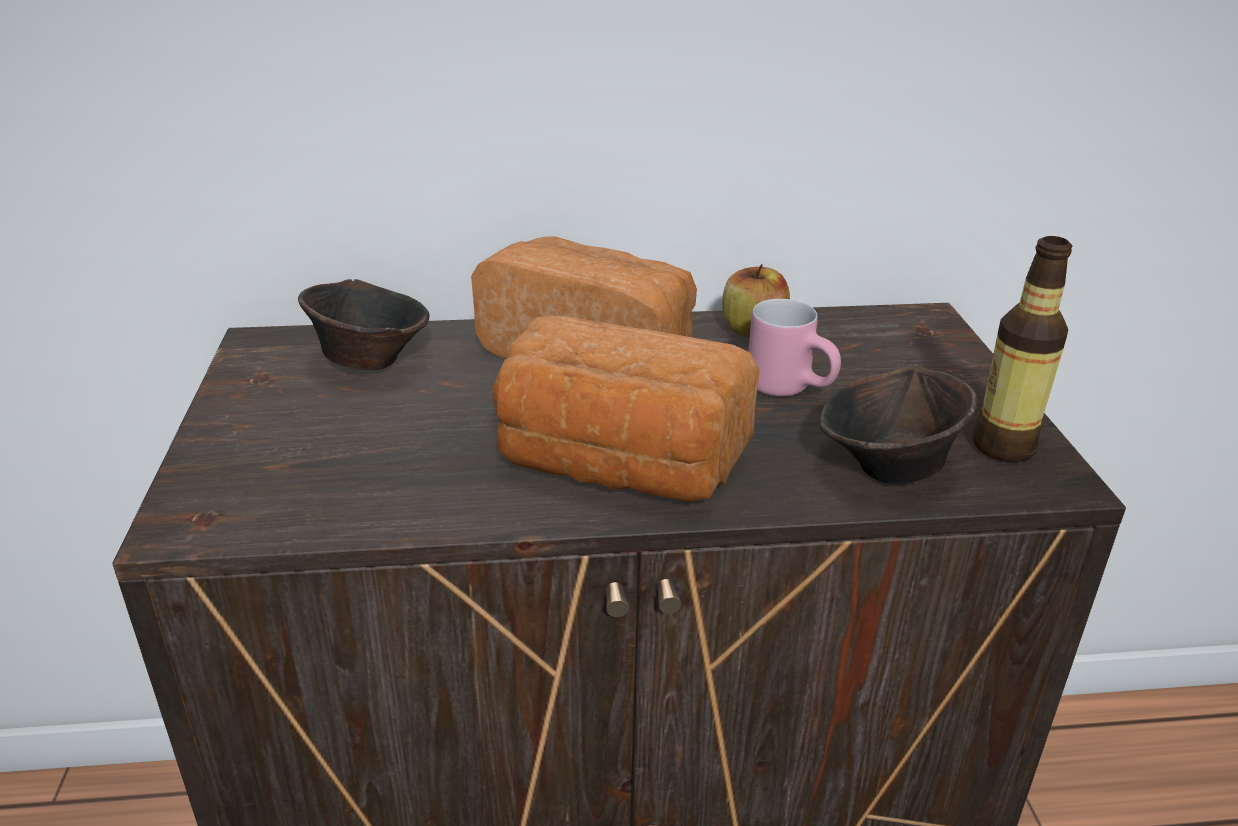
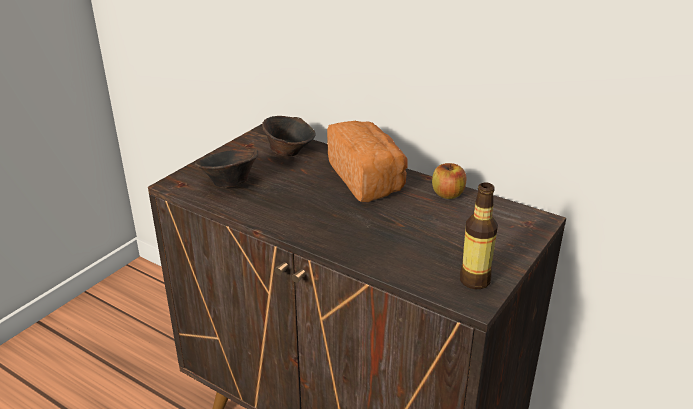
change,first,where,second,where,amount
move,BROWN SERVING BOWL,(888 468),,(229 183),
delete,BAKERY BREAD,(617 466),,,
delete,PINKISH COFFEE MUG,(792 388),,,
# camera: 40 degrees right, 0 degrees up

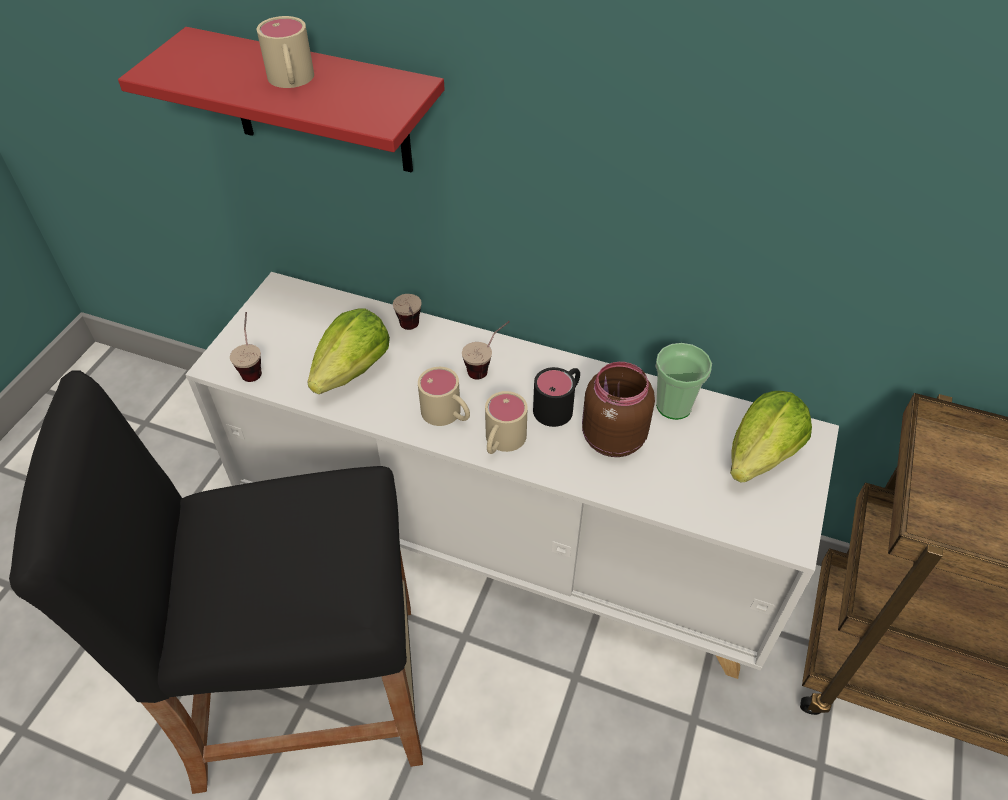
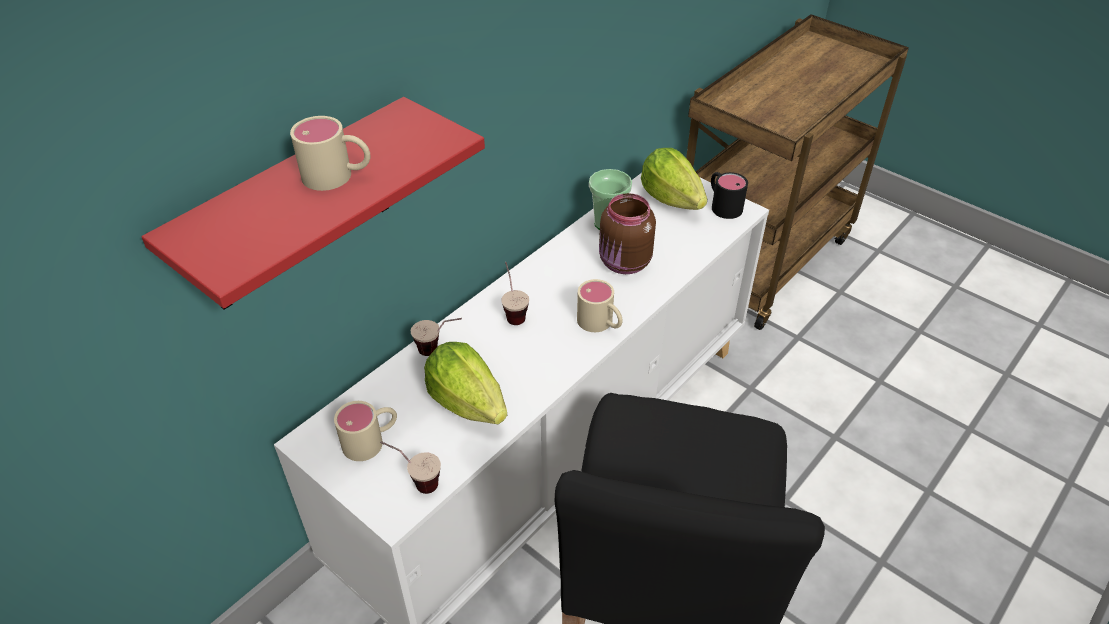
change,first,where,second,where,amount
move,BEIGE-COLOURED COFFEE MUG,(447 415),,(371 440),
move,BLACKISH COFFEE MUG,(559 405),,(722 204),
# camera: 70 degrees left, 5 degrees down

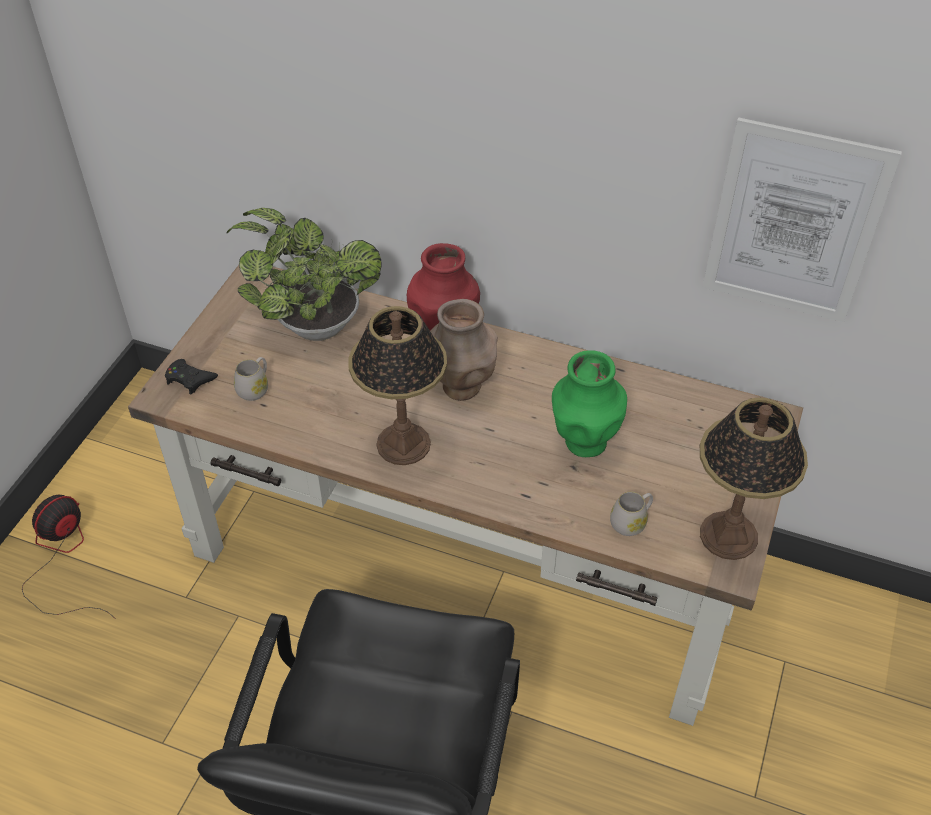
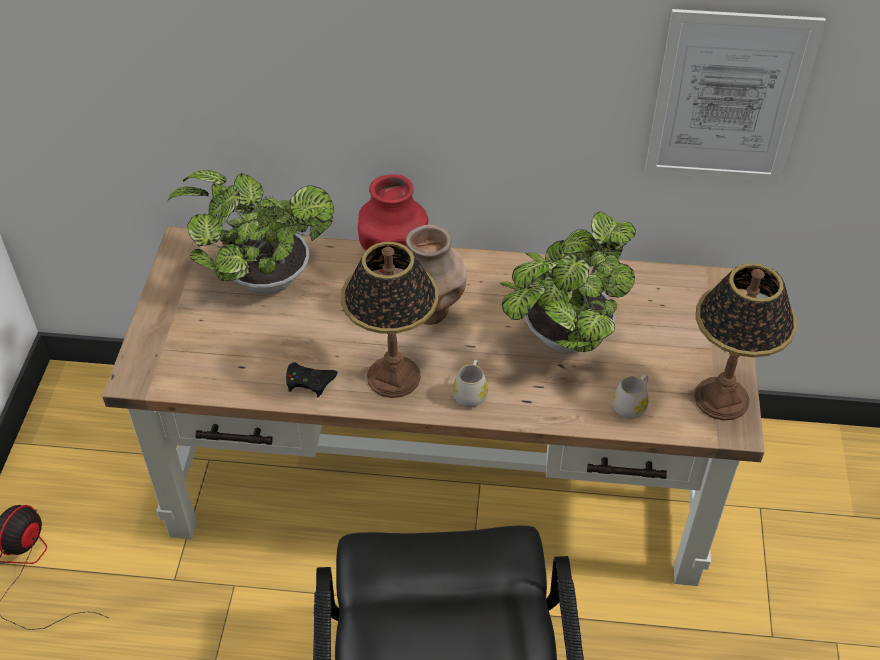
change,first,where,second,where,amount
move,BLACKISH GAMEPAD,(189 379),,(309 382),
move,WHITISH COFFEE MUG,(255 388),,(471 393),
replace,GREENISH VASE,(584 442),PLANT IN A POT,(562 340),
# camera: 15 degrees left, 0 degrees up

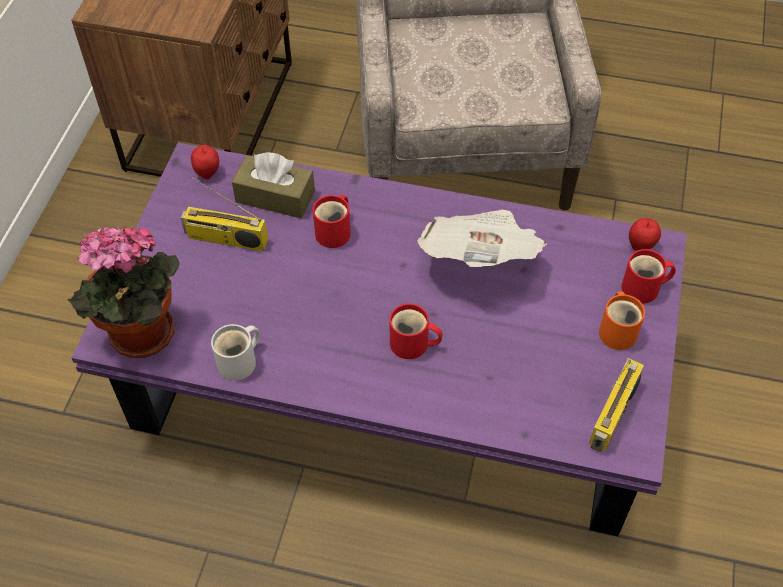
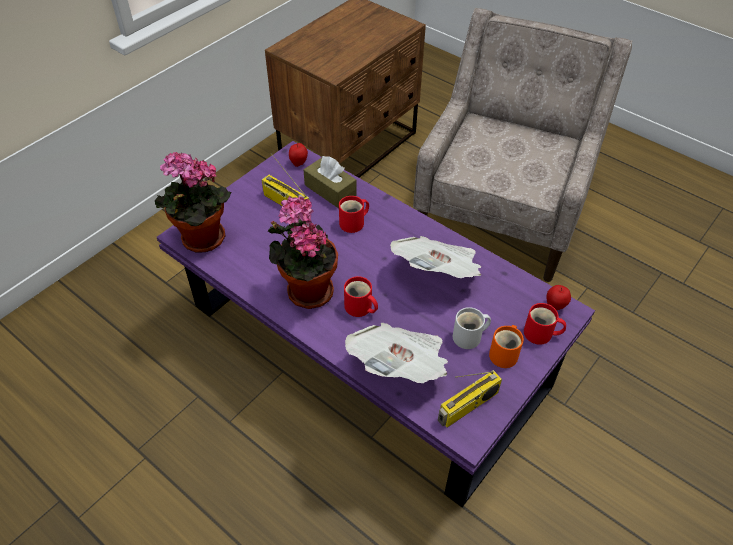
change,first,where,second,where,amount
insert,,,PLANT IN A POT,(306 290),
insert,,,NEWSPAPER,(400 366),
move,WHITISH COFFEE MUG,(240 362),,(469 337),
# camera: 25 degrees right, 5 degrees down

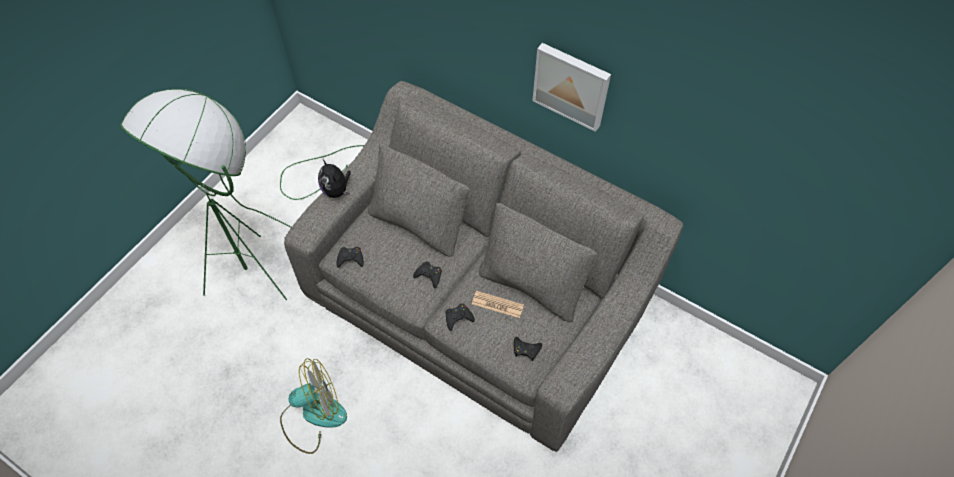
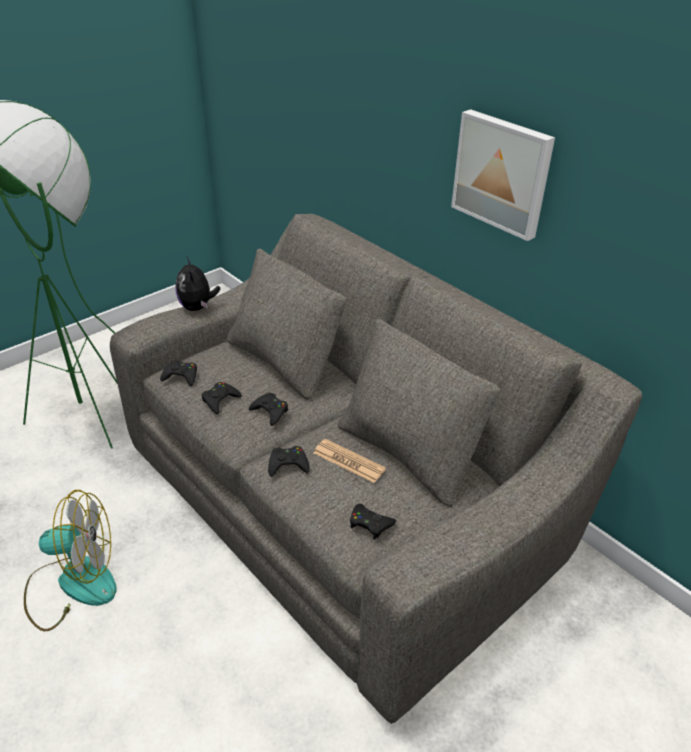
change,first,where,second,where,amount
insert,,,BLACKISH GAMEPAD,(220 400),
# camera: 15 degrees right, 20 degrees down

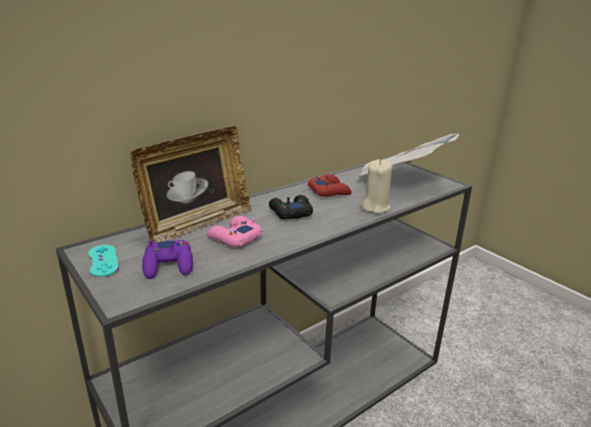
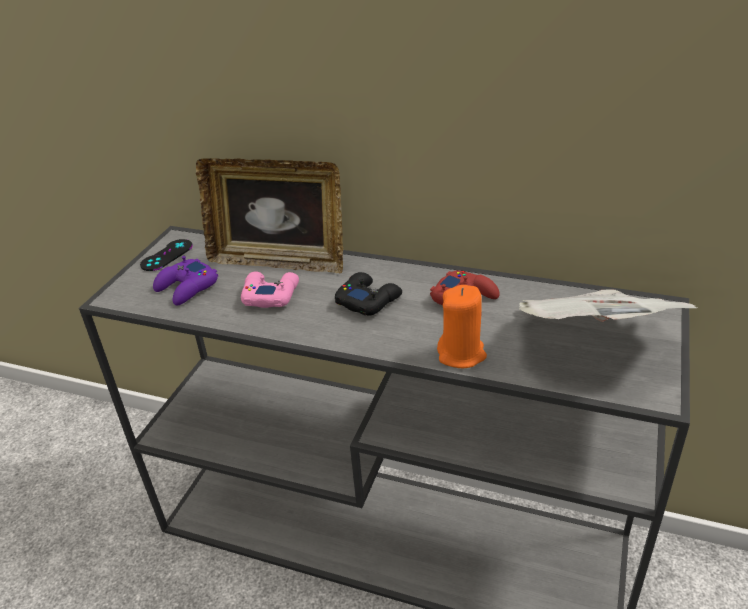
change,first,where,second,where,amount
recolor,TURQUOISE GAMEPAD,(103 260),BLACKISH GAMEPAD,(167 255),
recolor,BEIGE-COLOURED WAX LIGHT,(375 207),ORANGEY WAX LIGHT,(461 354),
# camera: 60 degrees right, 10 degrees up

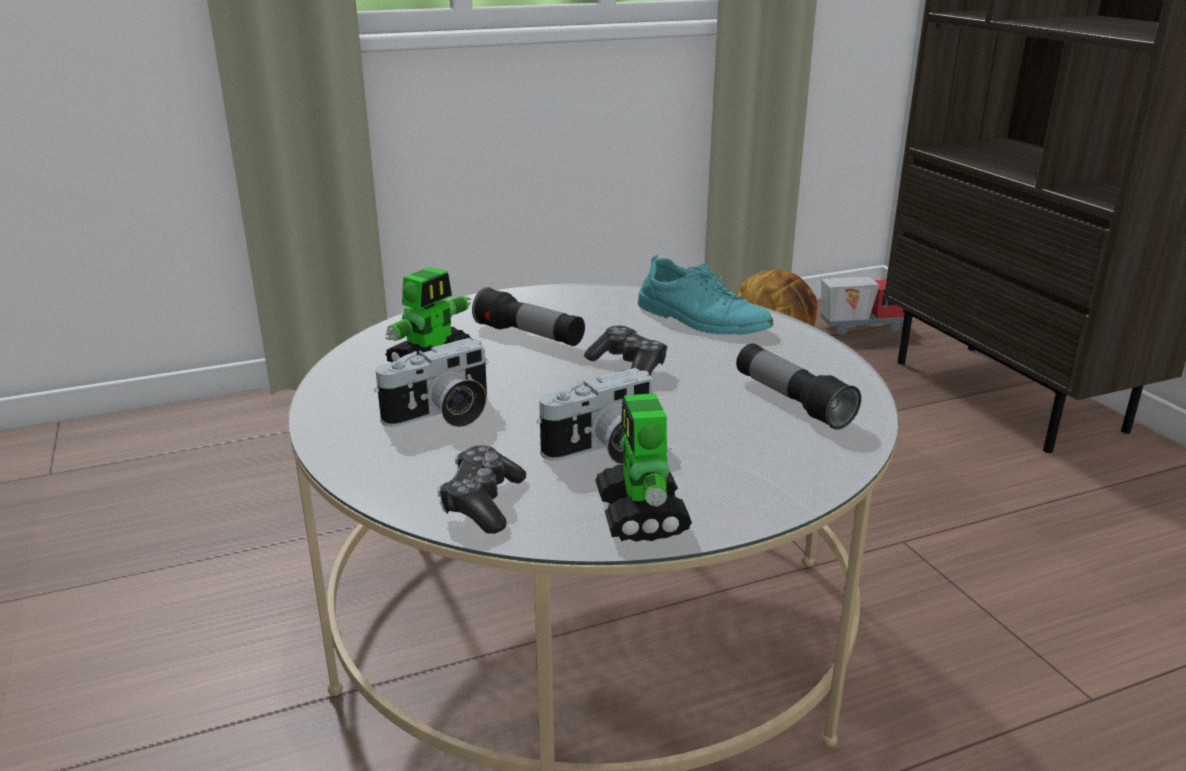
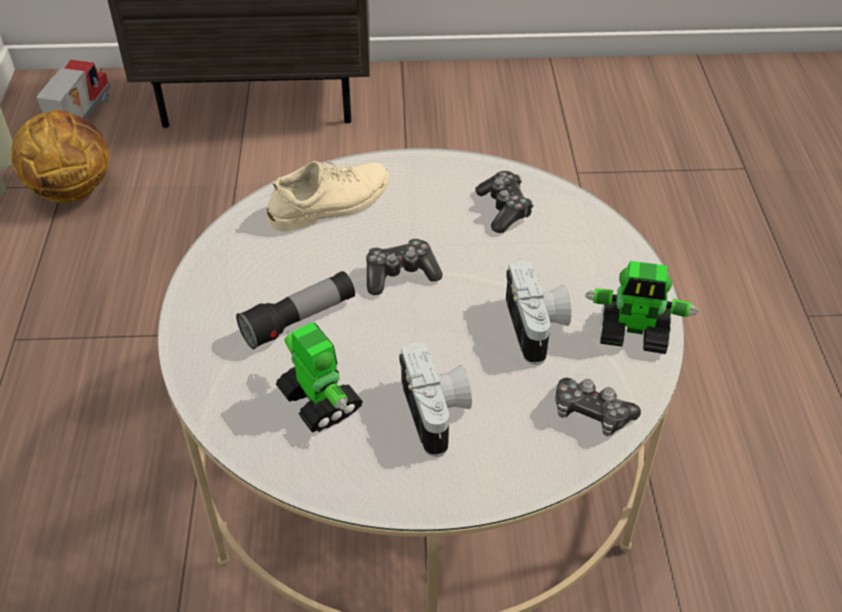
change,first,where,second,where,amount
recolor,TURQUOISE ITEM OF FOOTWEAR,(702 320),BEIGE-COLOURED ITEM OF FOOTWEAR,(330 204),
replace,HAND TORCH,(792 402),GAMEPAD,(504 209),
# camera: 70 degrees left, 20 degrees up

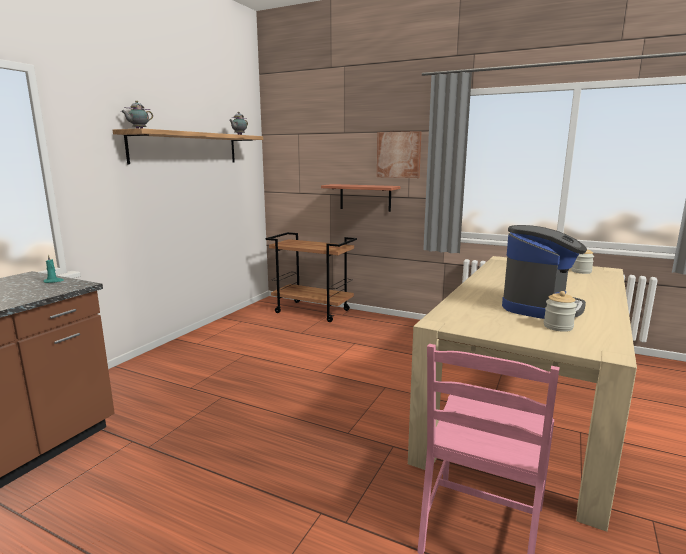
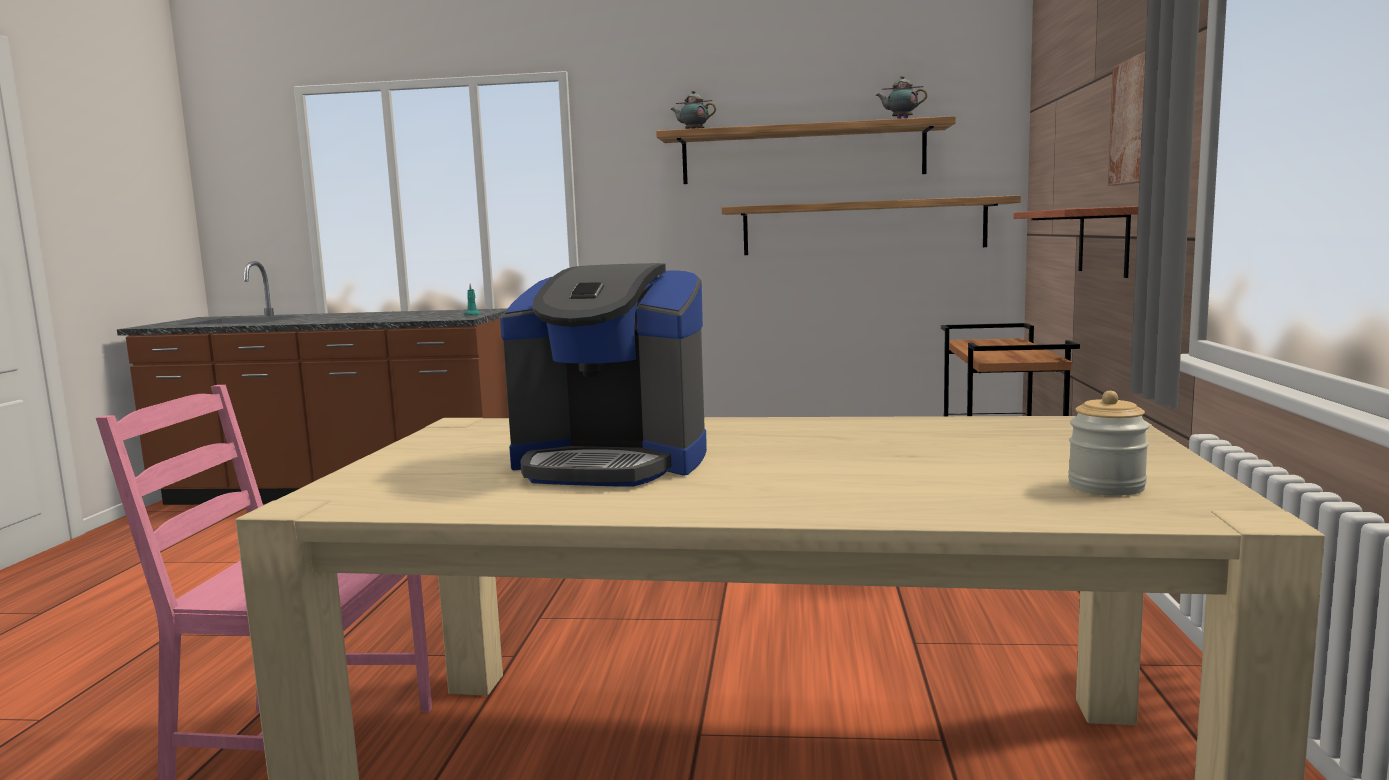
change,first,where,second,where,amount
insert,,,WALL SHELF,(863 227),
delete,STORAGE JAR,(558 327),,,
# camera: 70 degrees right, 5 degrees down

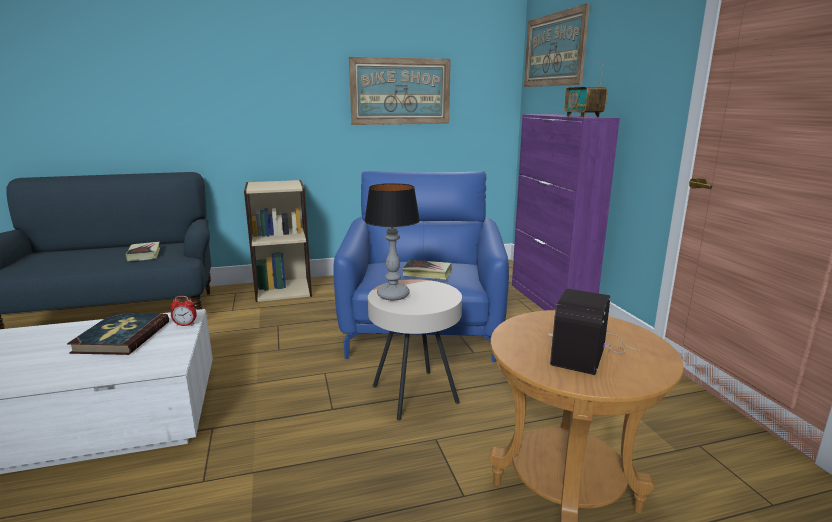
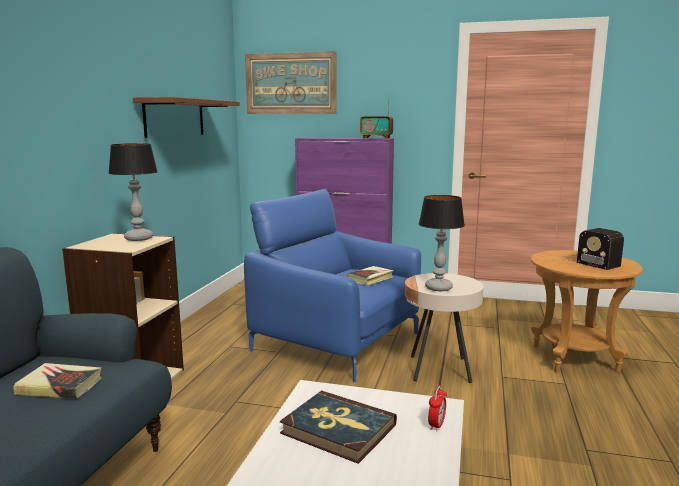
change,first,where,second,where,amount
insert,,,TABLETOP LAMP,(139 238),
replace,WALL ART,(400 91),BROWN WALL SHELF,(175 118),
move,TABLE CLOCK,(185 325),,(436 425),
# camera: 60 degrees left, 5 degrees down

